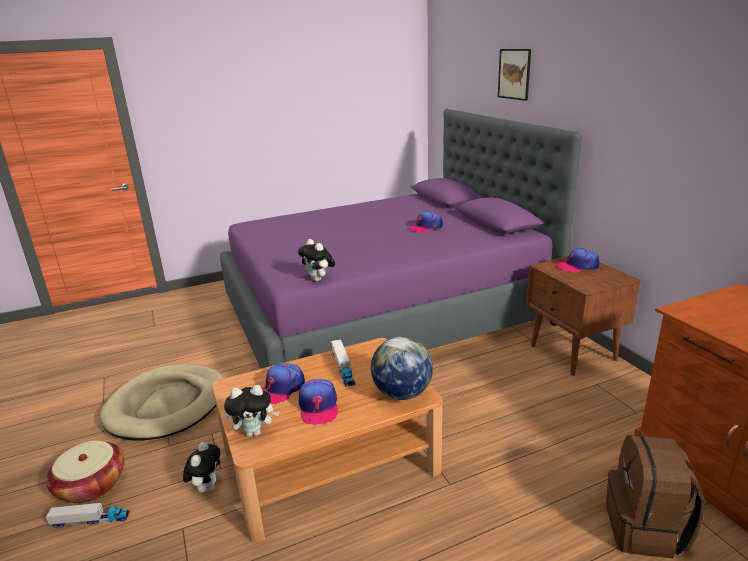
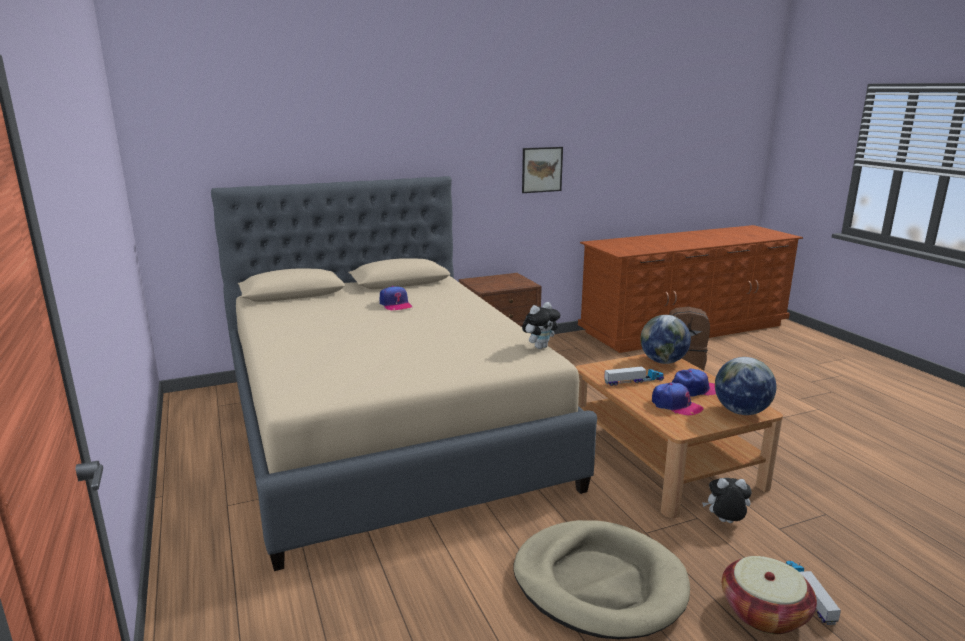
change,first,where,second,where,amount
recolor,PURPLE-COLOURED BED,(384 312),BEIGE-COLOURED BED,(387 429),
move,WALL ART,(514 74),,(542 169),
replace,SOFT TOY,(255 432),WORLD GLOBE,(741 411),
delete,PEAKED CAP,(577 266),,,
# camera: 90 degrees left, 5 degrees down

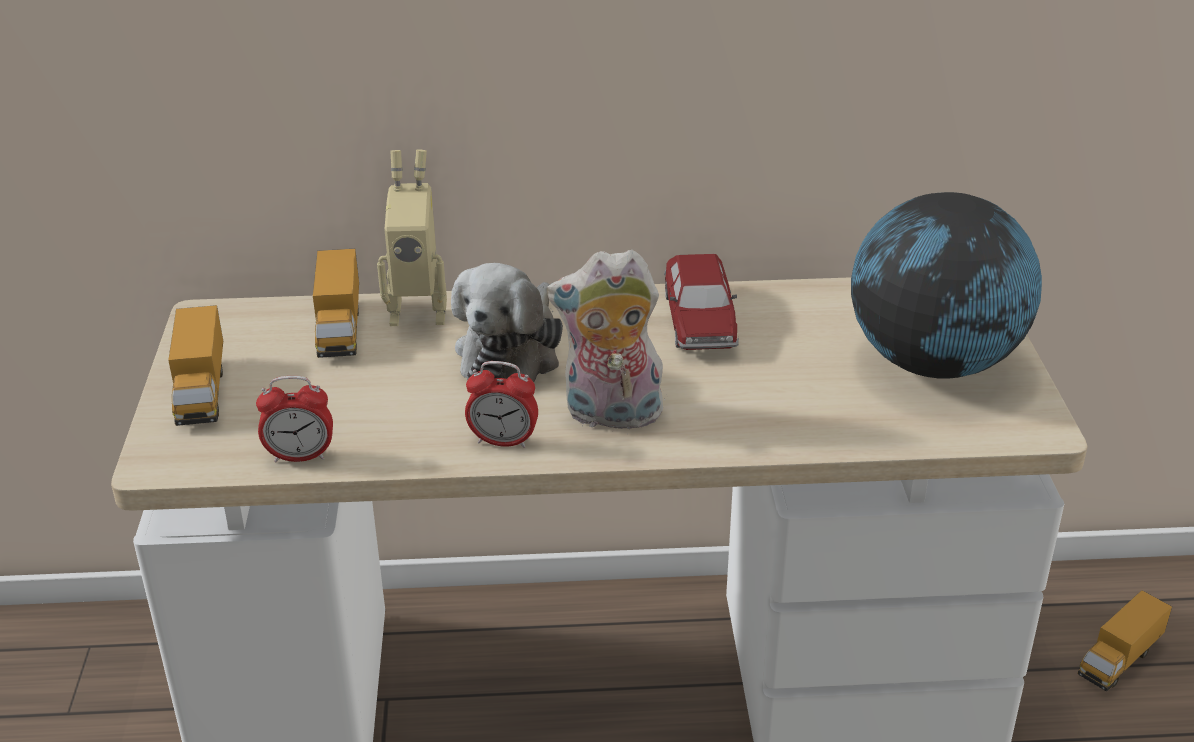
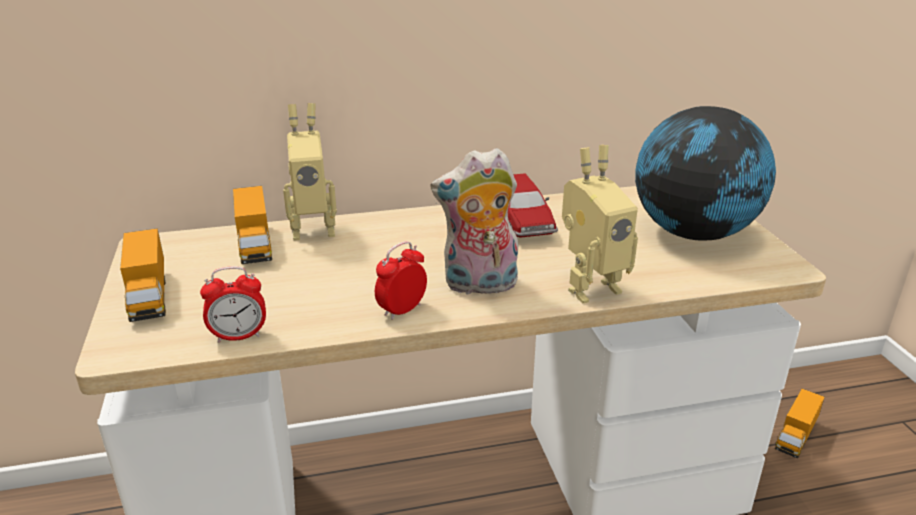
change,first,where,second,where,amount
rotate,TABLE CLOCK,(503 441),,(402 310),135 degrees clockwise
insert,,,ROBOT FIGURE,(589 287),
delete,SOFT TOY,(511 353),,,
# camera: 10 degrees left, 5 degrees down

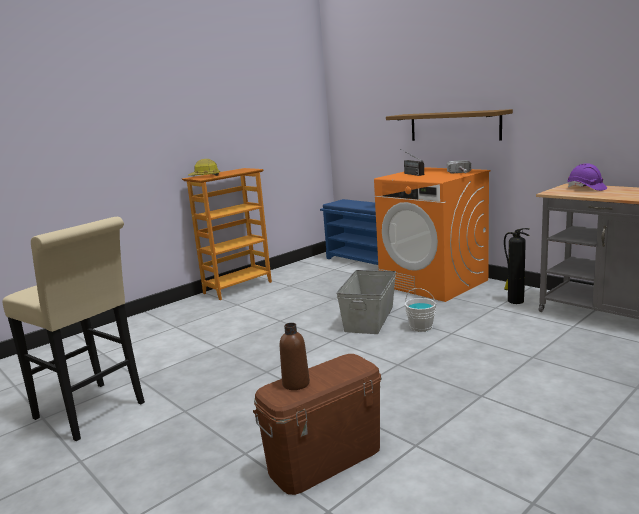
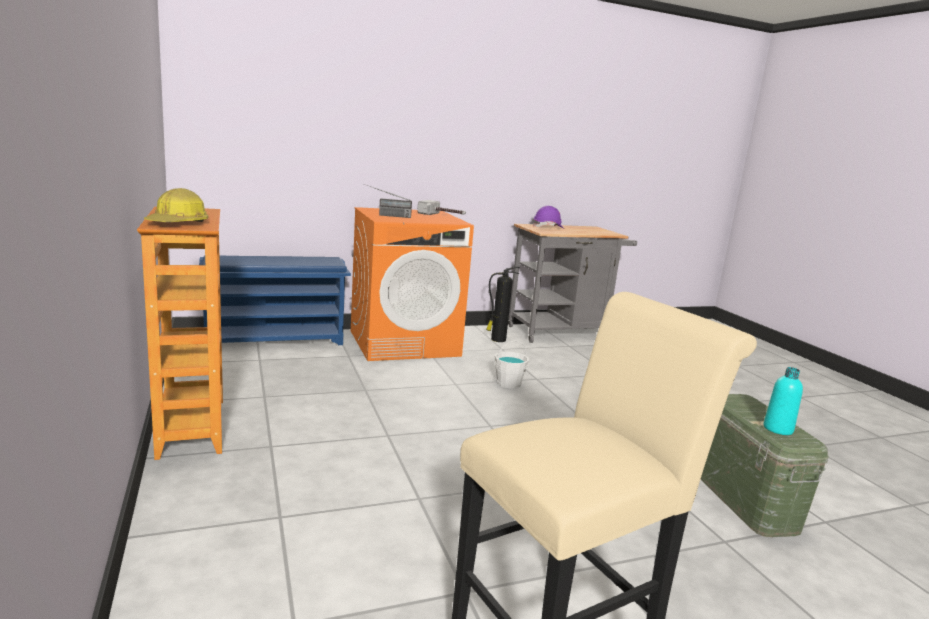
change,first,where,second,where,amount
recolor,BROWN STORAGE BOX,(325 460),GREENISH STORAGE BOX,(746 501),
recolor,BROWN BOTTLE,(296 384),TURQUOISE BOTTLE,(778 429),
delete,GREYISH STORAGE BOX,(370 318),,,
delete,WALL SHELF,(454 126),,,
# camera: 70 degrees left, 0 degrees up

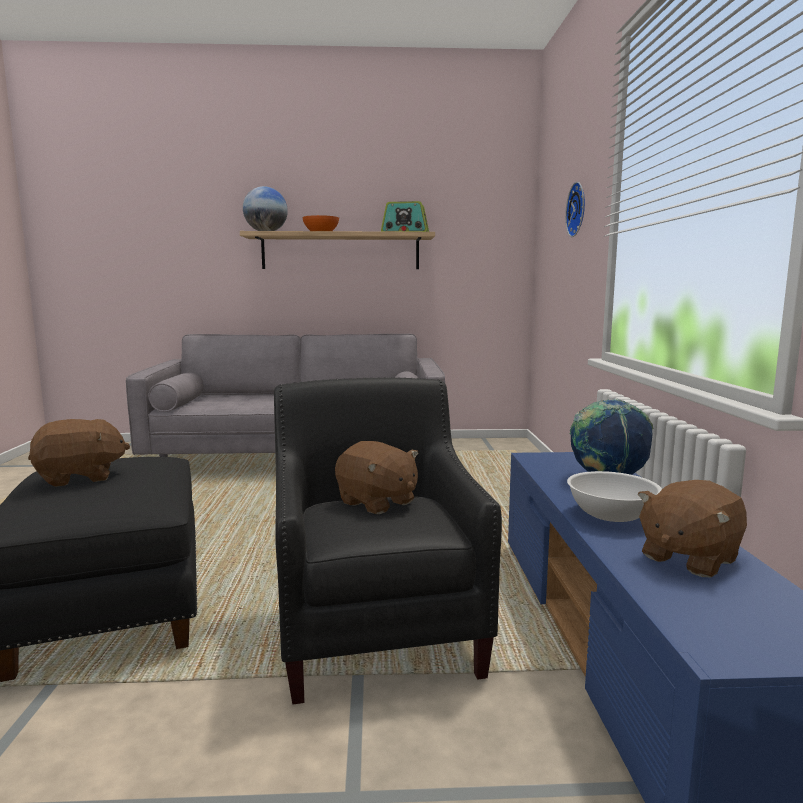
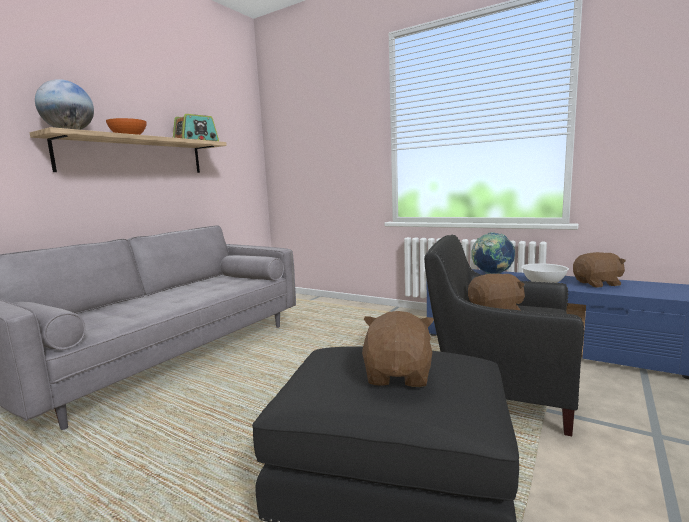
change,first,where,second,where,amount
rotate,BROWN SOFT TOY,(688 558),,(598 284),90 degrees counterclockwise
delete,WALL CLOCK,(578 209),,,
# camera: 55 degrees left, 0 degrees up

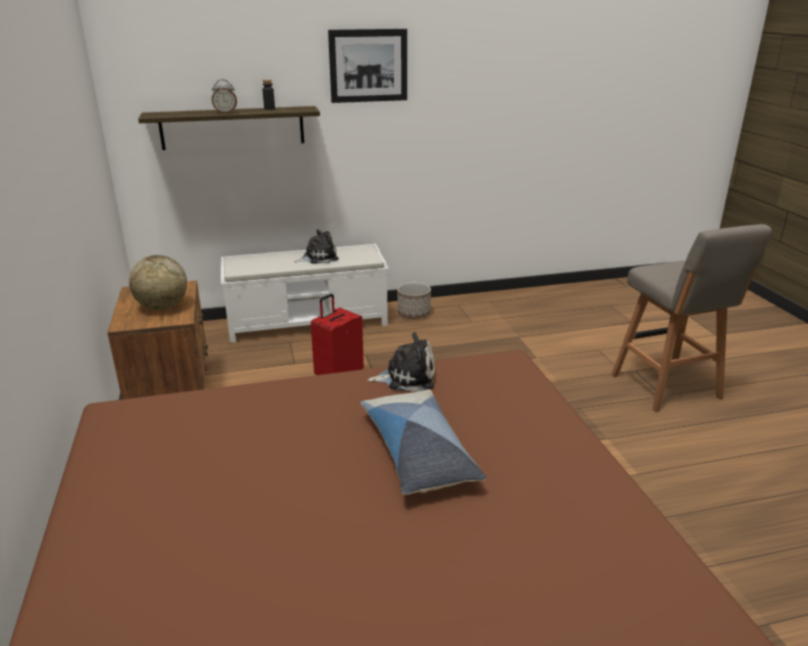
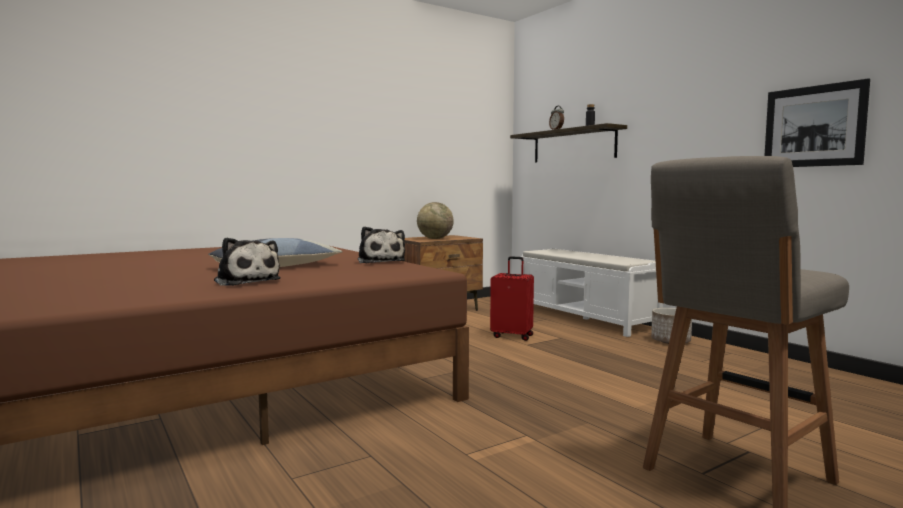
change,first,where,second,where,amount
move,SOFT TOY,(318 257),,(246 281),
move,WALL ART,(368 66),,(813 126),
# camera: 70 degrees right, 20 degrees down

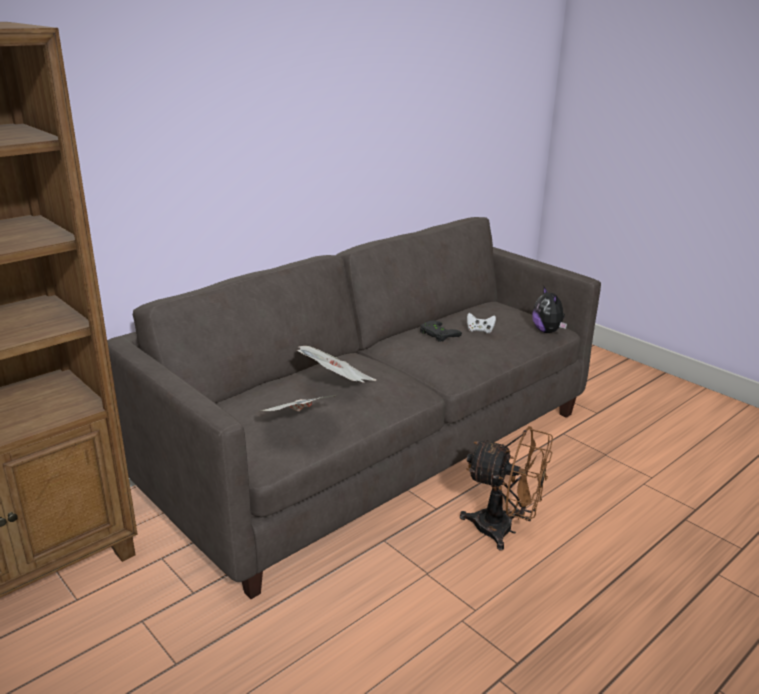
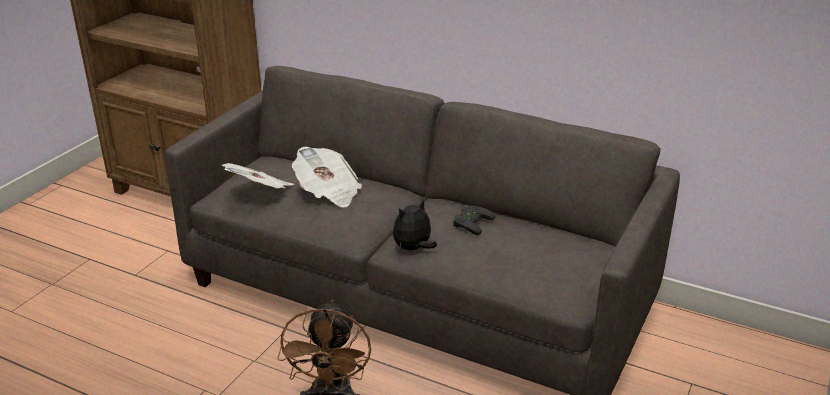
change,first,where,second,where,amount
move,SOFT TOY,(547 331),,(413 249),
delete,WHITISH GAMEPAD,(480 330),,,
# camera: 70 degrees right, 5 degrees up

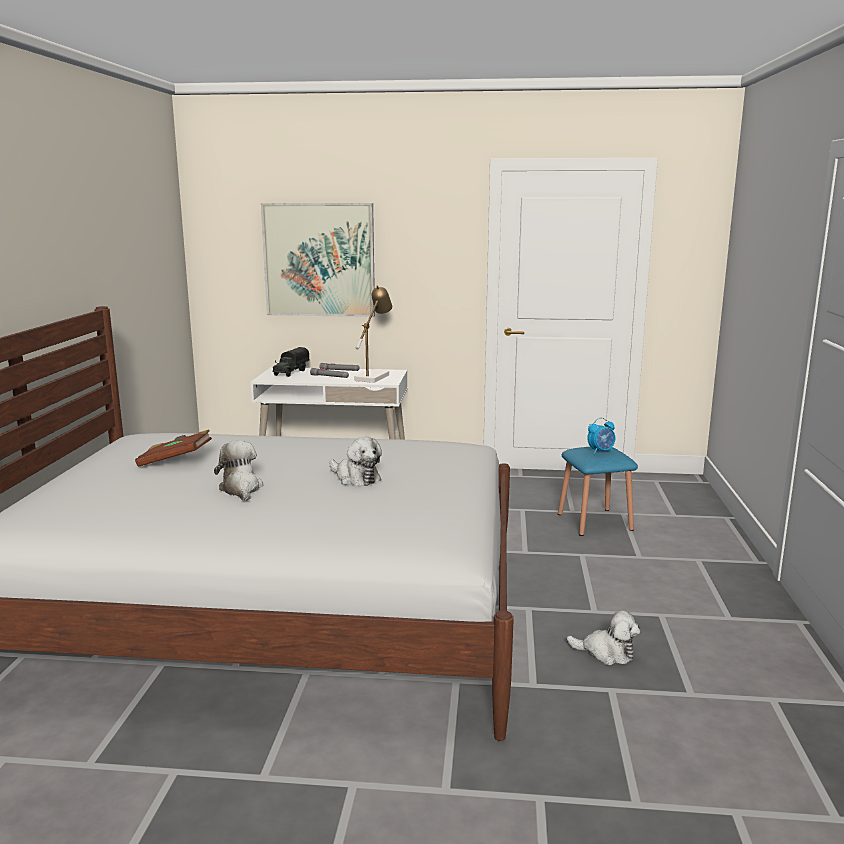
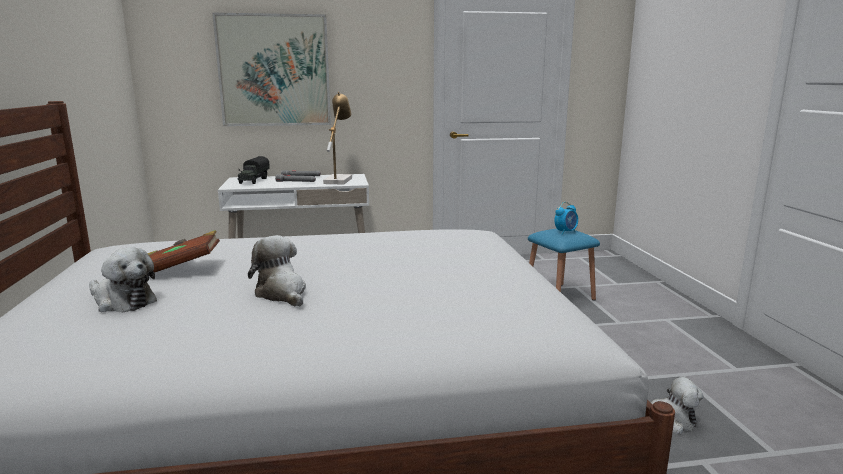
change,first,where,second,where,amount
move,SOFT TOY,(355 478),,(122 301),
# camera: 15 degrees left, 0 degrees up

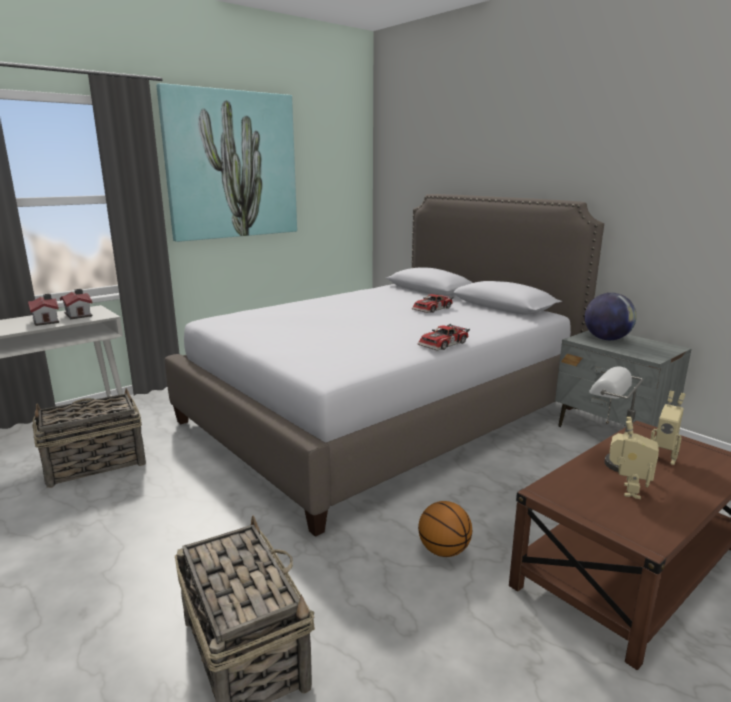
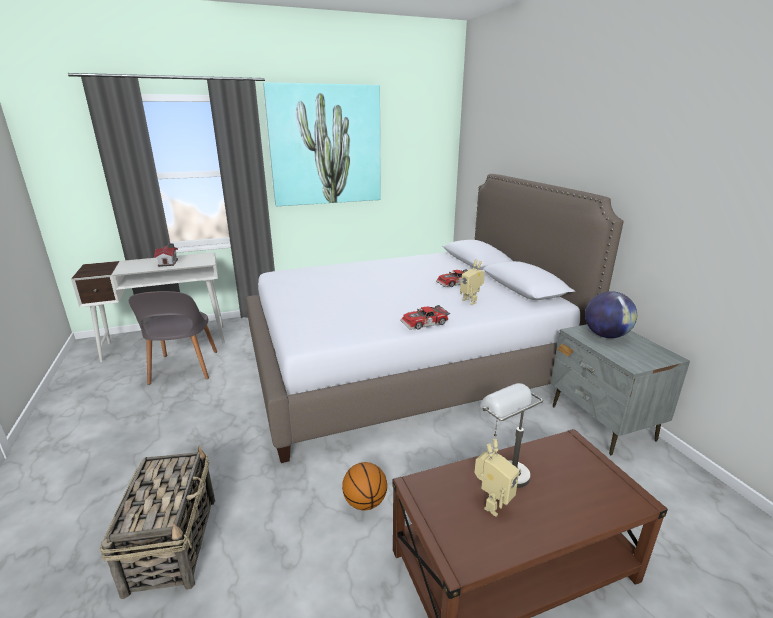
change,first,where,second,where,amount
replace,STORAGE BASKET,(94 464),GREYISH PLAIN CHAIR,(183 369),
move,ROBOT FIGURE,(663 457),,(471 301),
delete,MODEL HOUSE,(79 314),,,
# camera: 20 degrees right, 5 degrees up

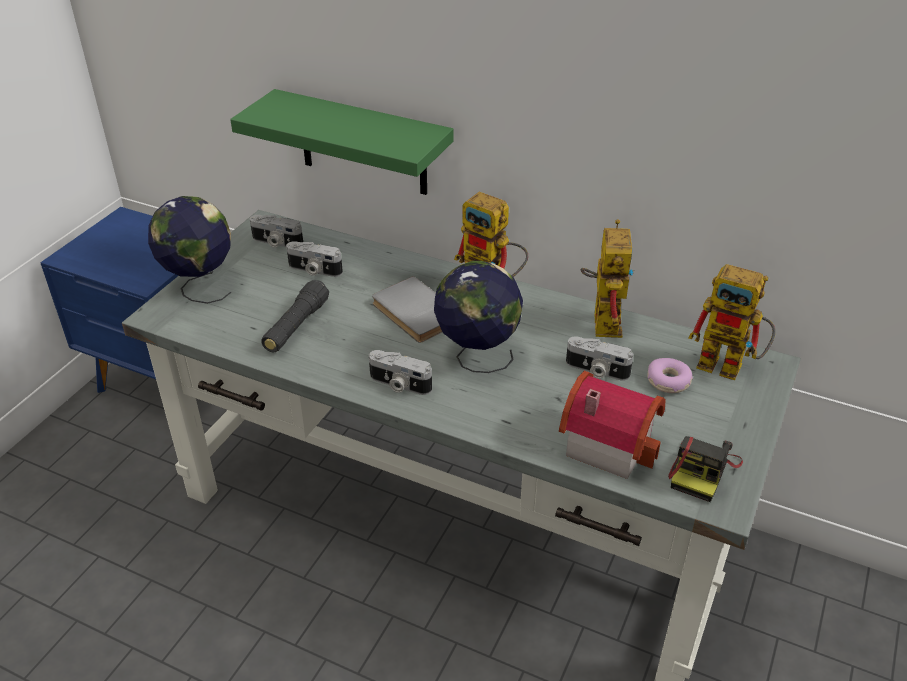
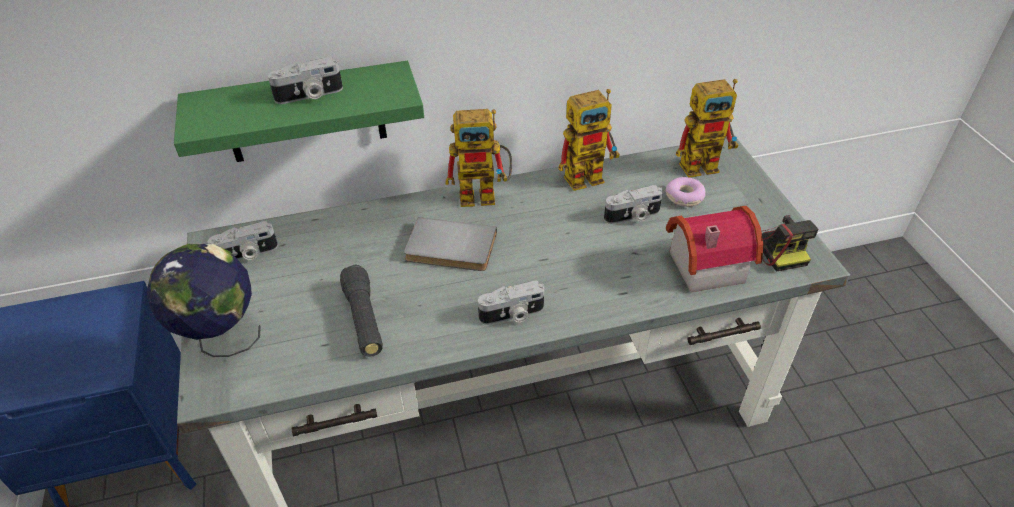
change,first,where,second,where,amount
move,PHOTO CAMERA,(314 270),,(309 95),
rotate,ROBOT FIGURE,(602 319),,(590 175),105 degrees clockwise
delete,WORLD GLOBE,(476 357),,,
# camera: 40 degrees left, 5 degrees up

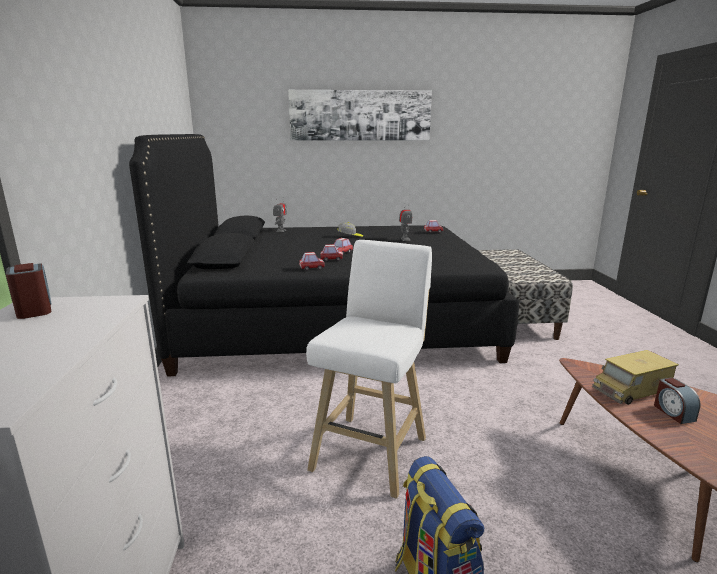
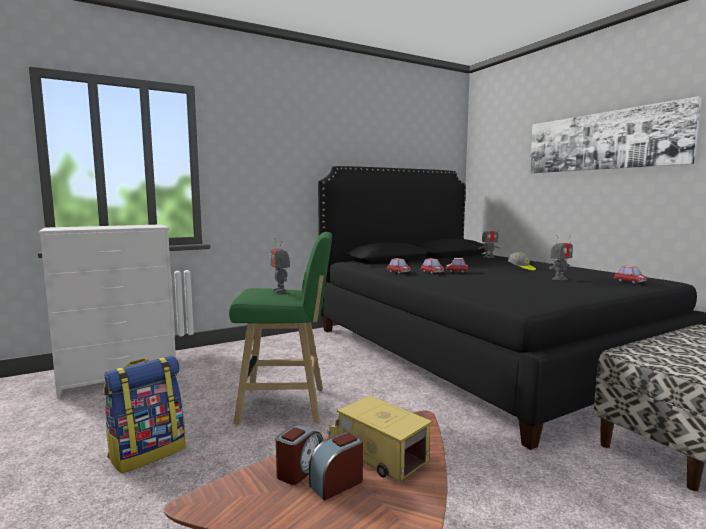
change,first,where,second,where,amount
recolor,WHITISH SITTING STOOL,(372 450),GREENISH SITTING STOOL,(287 405),
insert,,,ROBOT FIGURE,(280 291),
move,TABLE CLOCK,(34 309),,(299 469),
# camera: 65 degrees right, 10 degrees down

